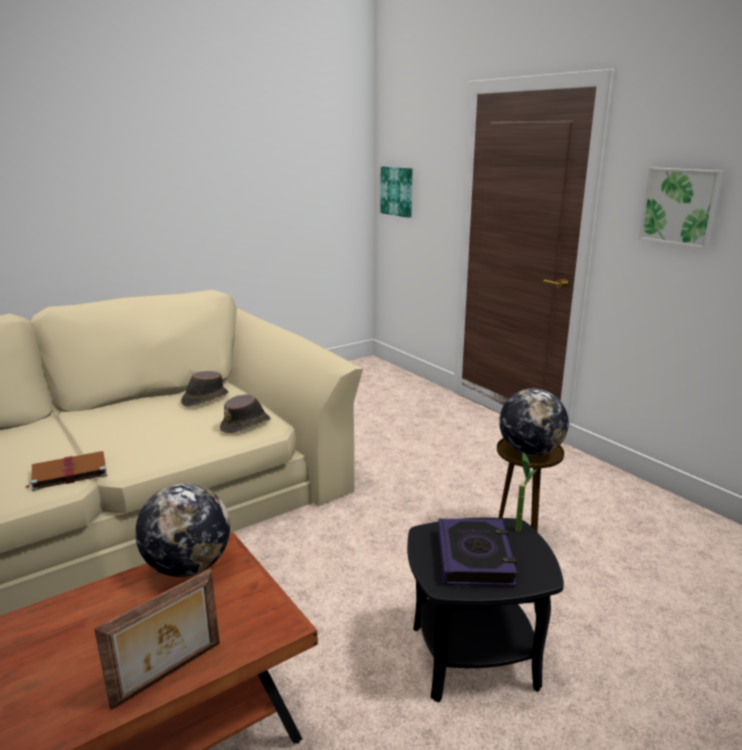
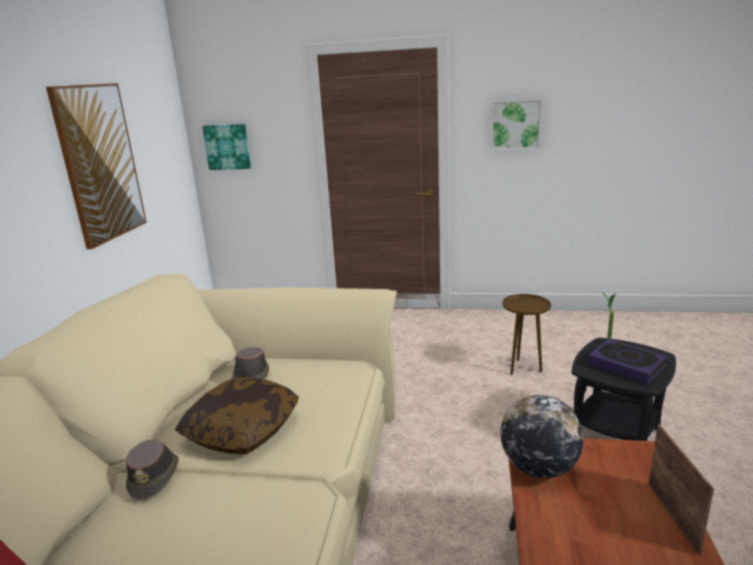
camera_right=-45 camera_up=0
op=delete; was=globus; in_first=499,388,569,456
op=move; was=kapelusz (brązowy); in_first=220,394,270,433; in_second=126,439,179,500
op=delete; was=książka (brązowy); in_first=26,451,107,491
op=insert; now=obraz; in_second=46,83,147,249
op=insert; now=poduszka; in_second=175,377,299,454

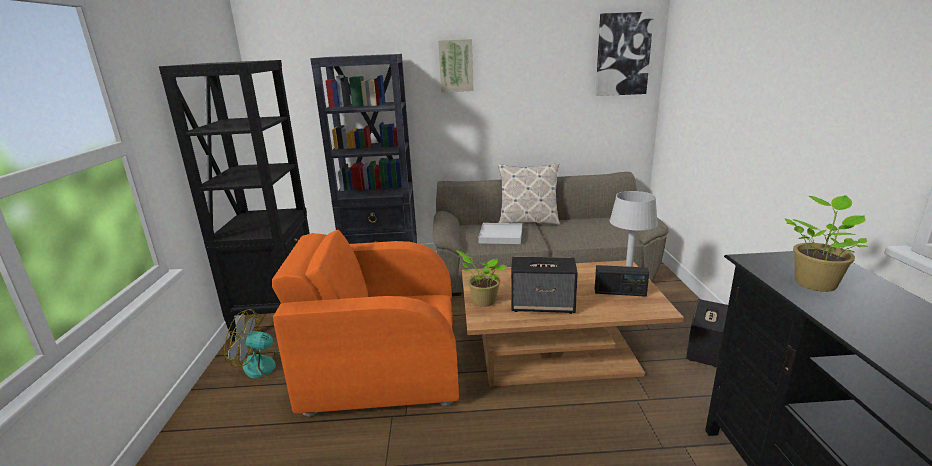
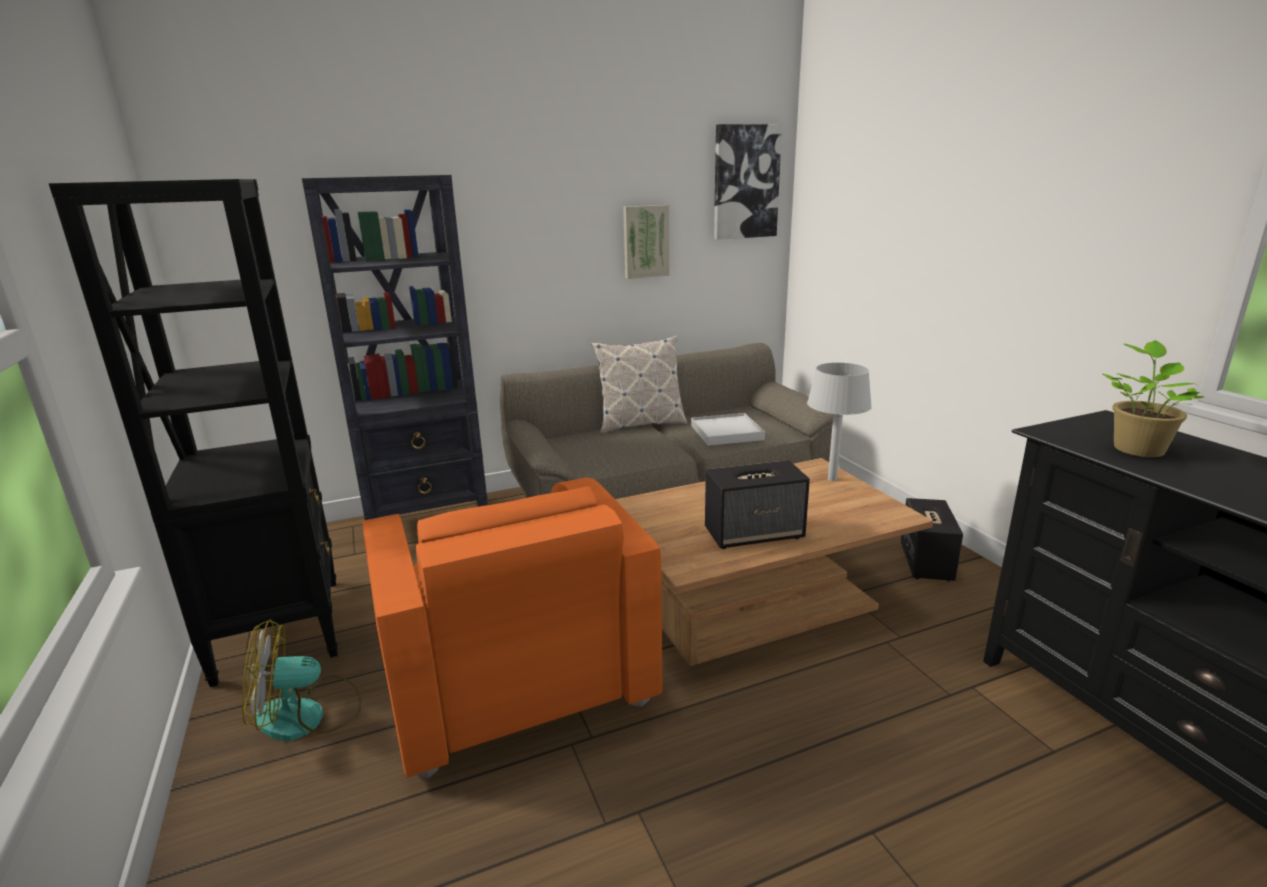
camera_right=-20 camera_up=0
op=move; was=obraz; in_first=438,39,474,92; in_second=623,205,669,279
op=move; was=taca (biały); in_first=478,223,522,244; in_second=691,413,765,446
op=rotate; was=fotel (pomarańczowy); in_first=272,230,459,417; in_second=363,477,662,778; clockwise=-90
op=delete; was=roślina doniczkowa; in_first=456,250,507,307
op=delete; was=radio; in_first=595,265,649,297

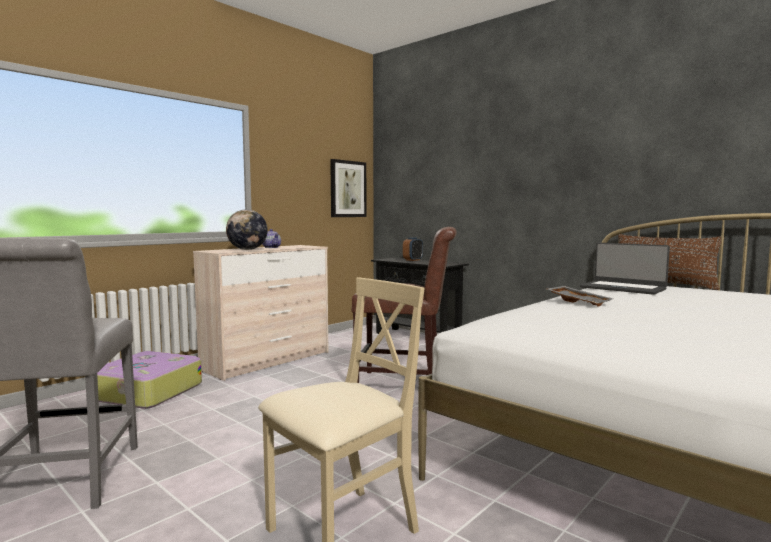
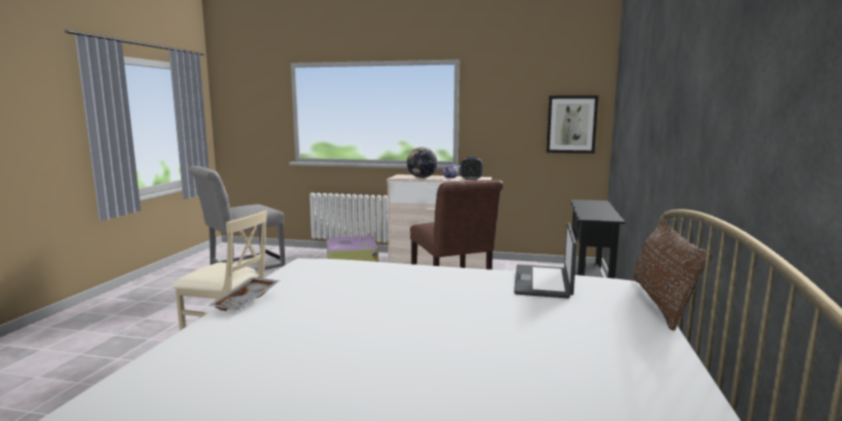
camera_right=60 camera_up=5
op=move; was=budzik; in_first=403,237,423,261; in_second=460,157,482,180
op=move; was=taca (szary); in_first=548,286,613,307; in_second=209,277,279,311

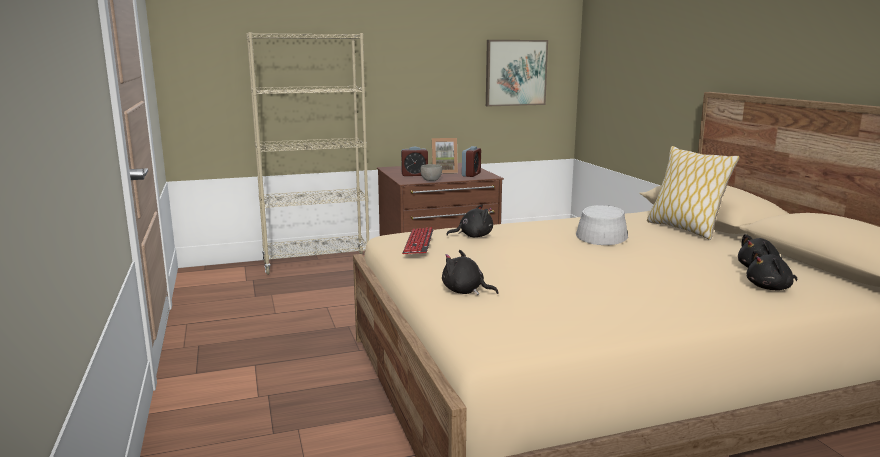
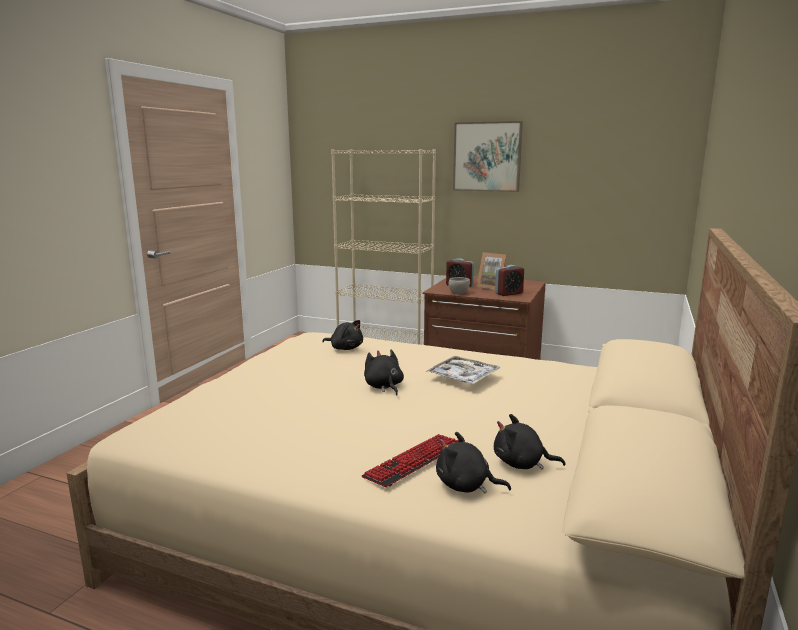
camera_right=40 camera_up=0
op=move; was=obraz; in_first=486,40,548,107; in_second=453,121,523,192
op=delete; was=poduszka; in_first=647,146,740,240
op=replace; was=kapelusz (szary); now=taca; in_first=576,205,628,245; in_second=426,356,500,384
op=move; was=klawiatura; in_first=403,227,433,254; in_second=362,434,459,487
op=move; was=pluszak (czarny); in_first=442,250,498,295; in_second=364,349,404,395

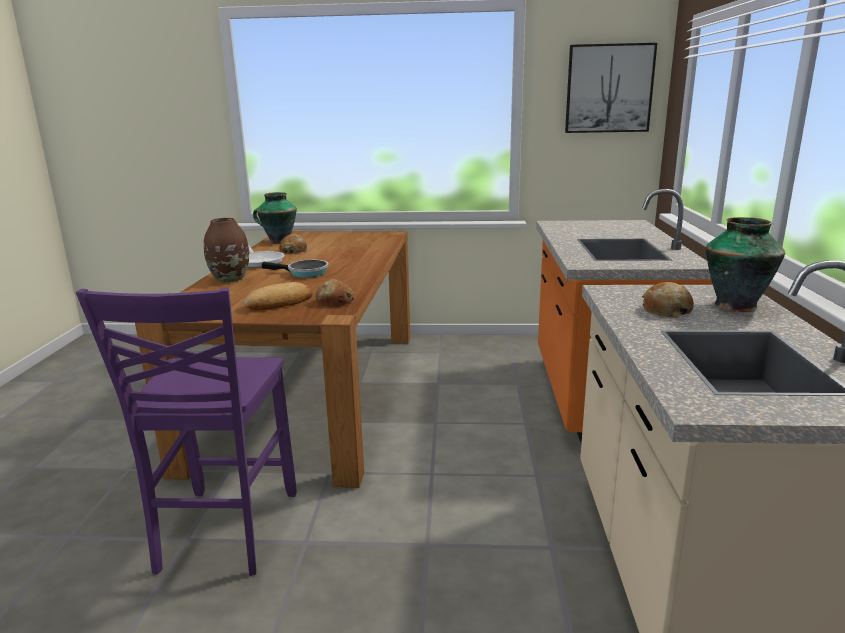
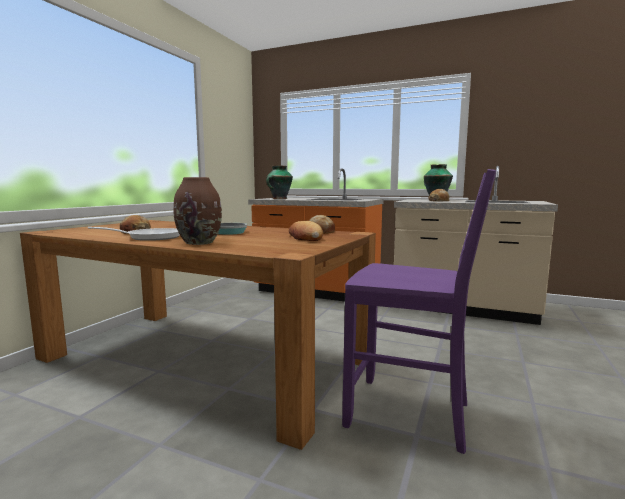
camera_right=-70 camera_up=-10
op=delete; was=obraz; in_first=565,43,657,133
op=move; was=wazon; in_first=253,192,297,244; in_second=266,166,293,199

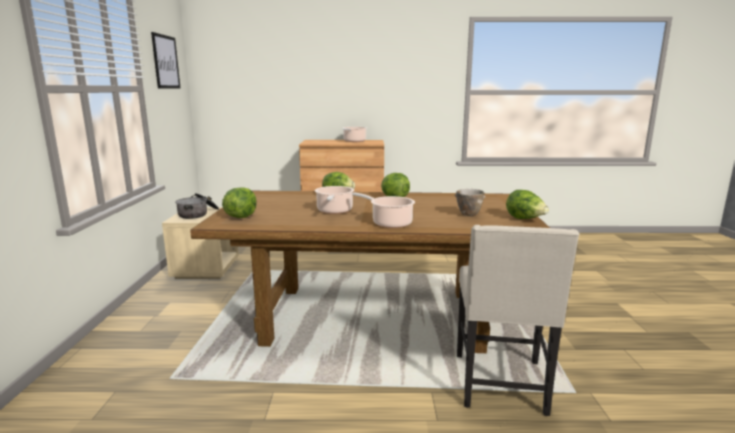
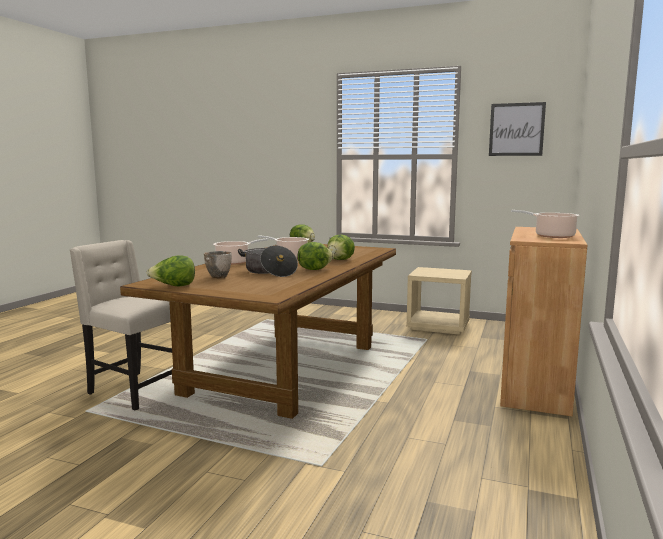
camera_right=110 camera_up=-5
op=move; was=garnek; in_first=175,193,219,219; in_second=238,245,298,277

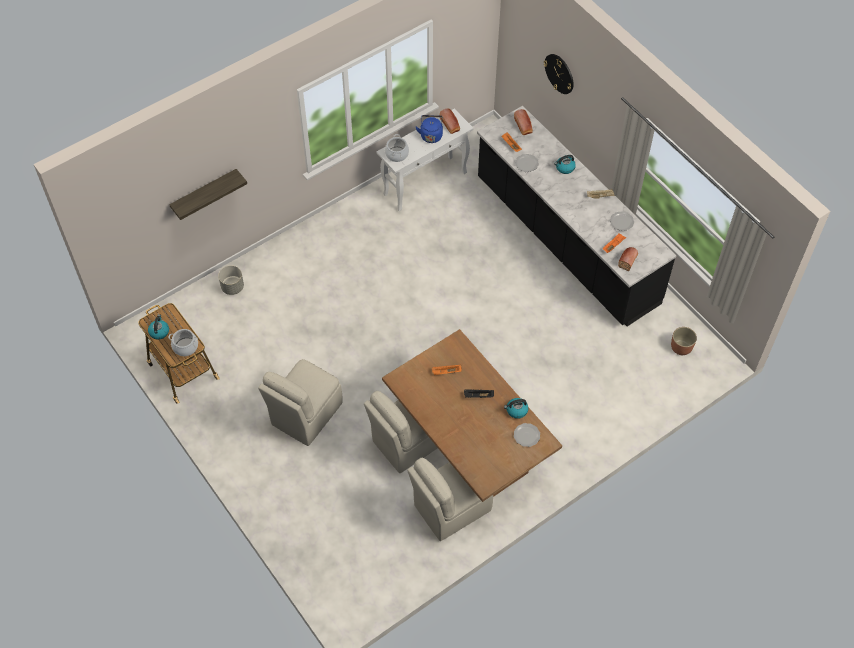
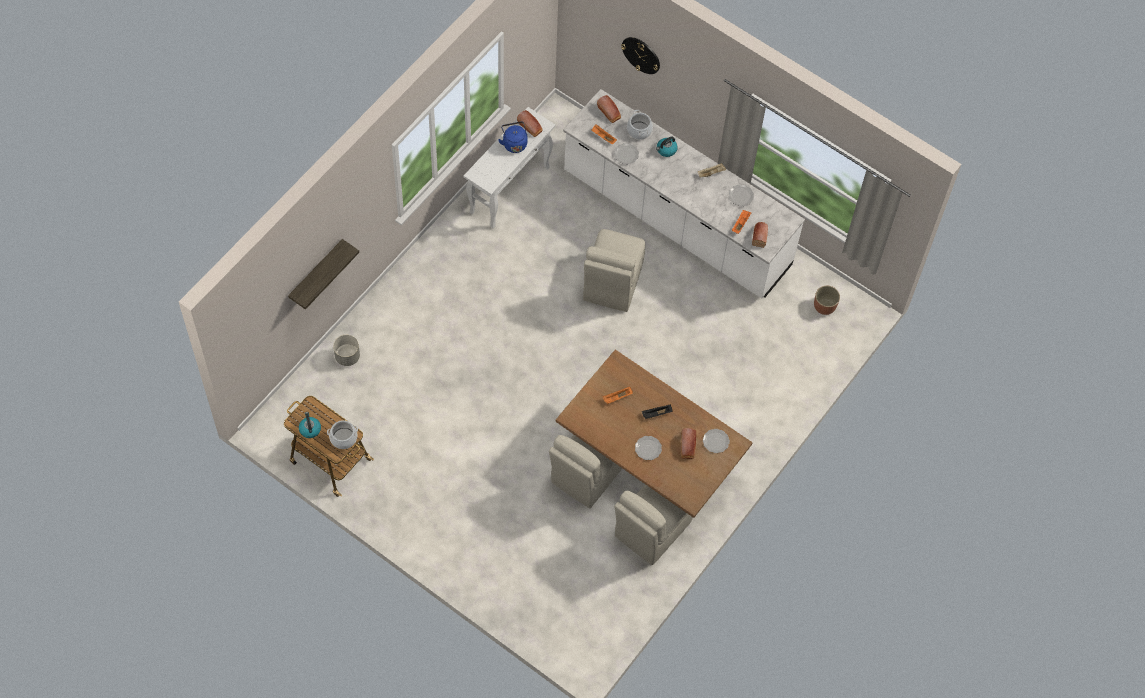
camera_right=-20 camera_up=5
op=recolor; was=zabudowa kuchenna (czarny); now=zabudowa kuchenna (biały); in_first=477,106,676,326; in_second=563,89,805,298
op=move; was=garnek; in_first=385,134,409,162; in_second=627,110,653,140
op=move; was=krzesło (beżowy); in_first=258,359,343,446; in_second=583,229,645,312
op=delete; was=czajnik; in_first=504,398,528,419
op=insert; now=chleb; in_second=681,428,696,459
op=insert; now=talerz; in_second=635,436,662,460

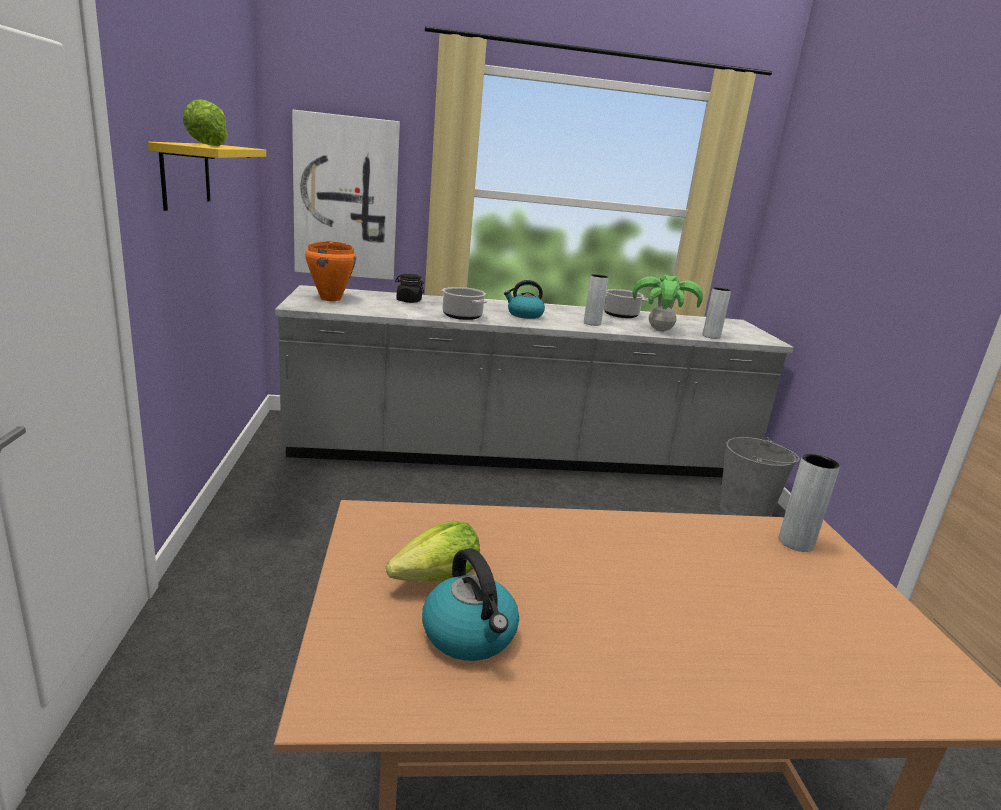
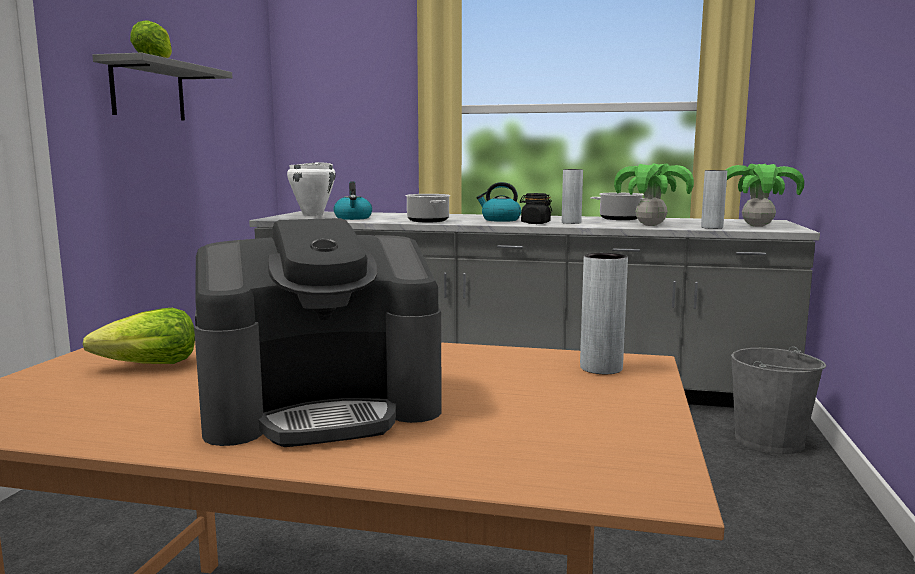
camera_right=20 camera_up=-10
op=delete; was=obraz; in_first=292,110,400,280
op=recolor; was=półka (żółty); now=półka (szary); in_first=148,142,266,211; in_second=92,53,232,121
op=recolor; was=garnek (pomarańczowy); now=garnek (biały); in_first=305,241,356,301; in_second=287,162,336,217
op=move; was=słoik (czarny); in_first=395,274,424,303; in_second=520,193,552,224
op=move; was=czajnik; in_first=422,548,519,661; in_second=334,181,372,220
op=insert; now=roślina doniczkowa; in_second=726,164,804,227
op=insert; now=ekspres do kawy; in_second=194,218,442,447

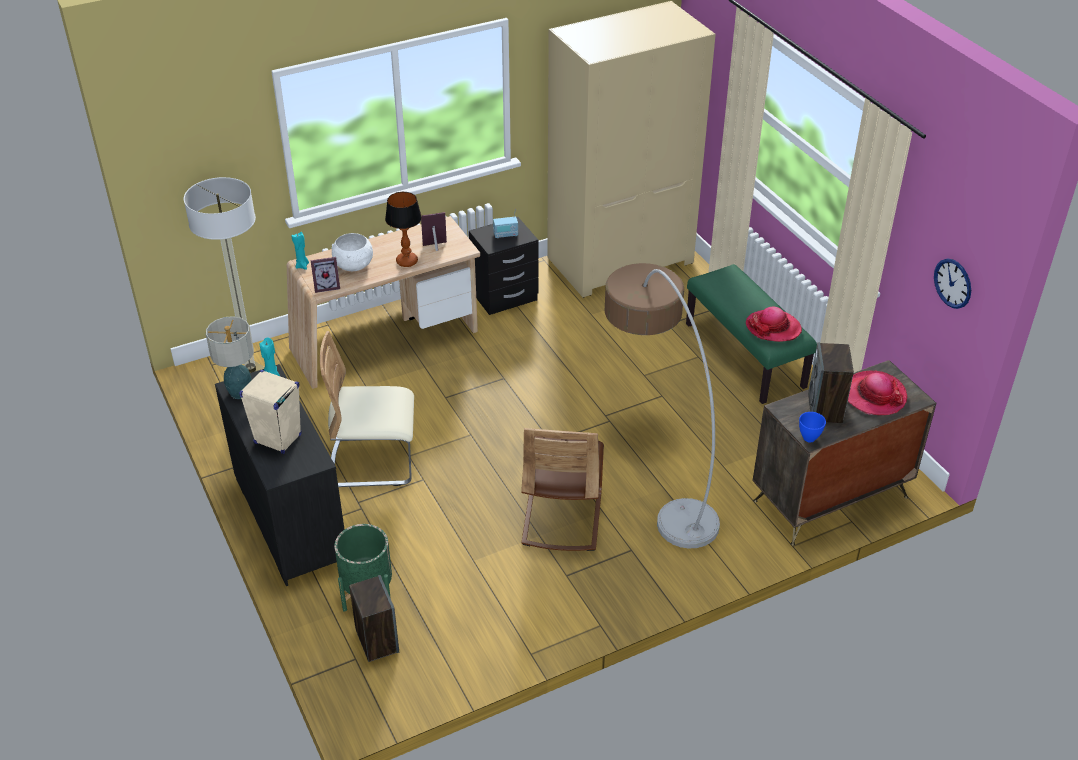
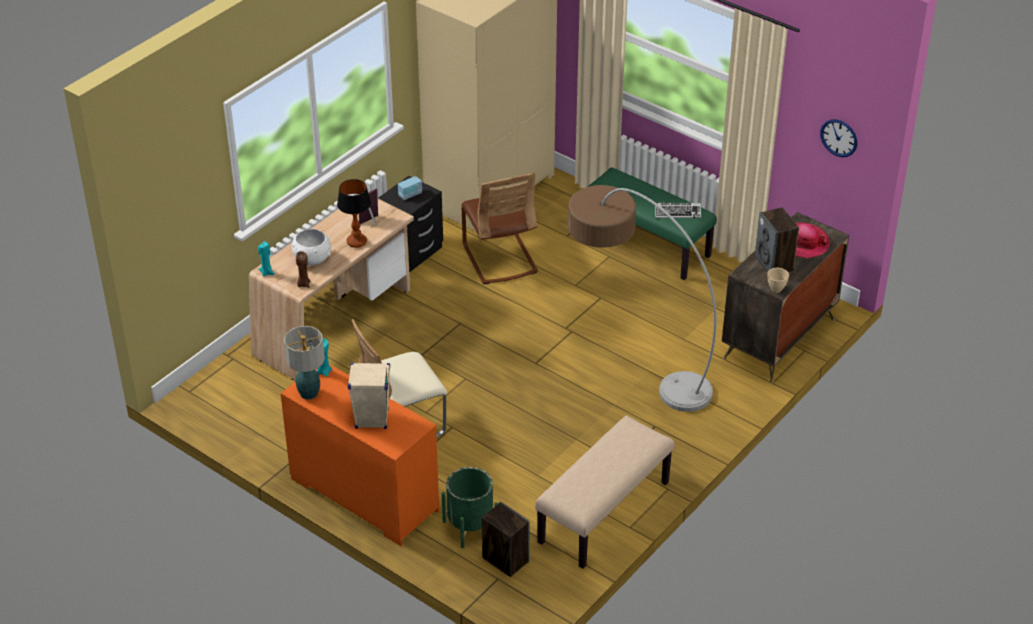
camera_right=-25 camera_up=0
op=delete; was=lampa stojąca; in_first=184,177,265,373
op=replace; was=ramka na zdjęcie; now=świeca (brązowy); in_first=310,257,340,293; in_second=296,251,310,288
op=replace; was=kapelusz; now=klawiatura; in_first=746,307,802,342; in_second=655,203,701,218
op=recolor; was=komoda (czarny); now=komoda (pomarańczowy); in_first=215,364,345,586; in_second=280,364,440,546
op=recolor; was=miska (niebieski); now=miska (beżowy); in_first=799,412,826,443; in_second=767,268,789,293
op=move; was=krzesło (brązowy); in_first=521,428,604,551; in_second=461,173,538,284
op=insert; now=ławka (beżowy); in_second=535,415,675,569

